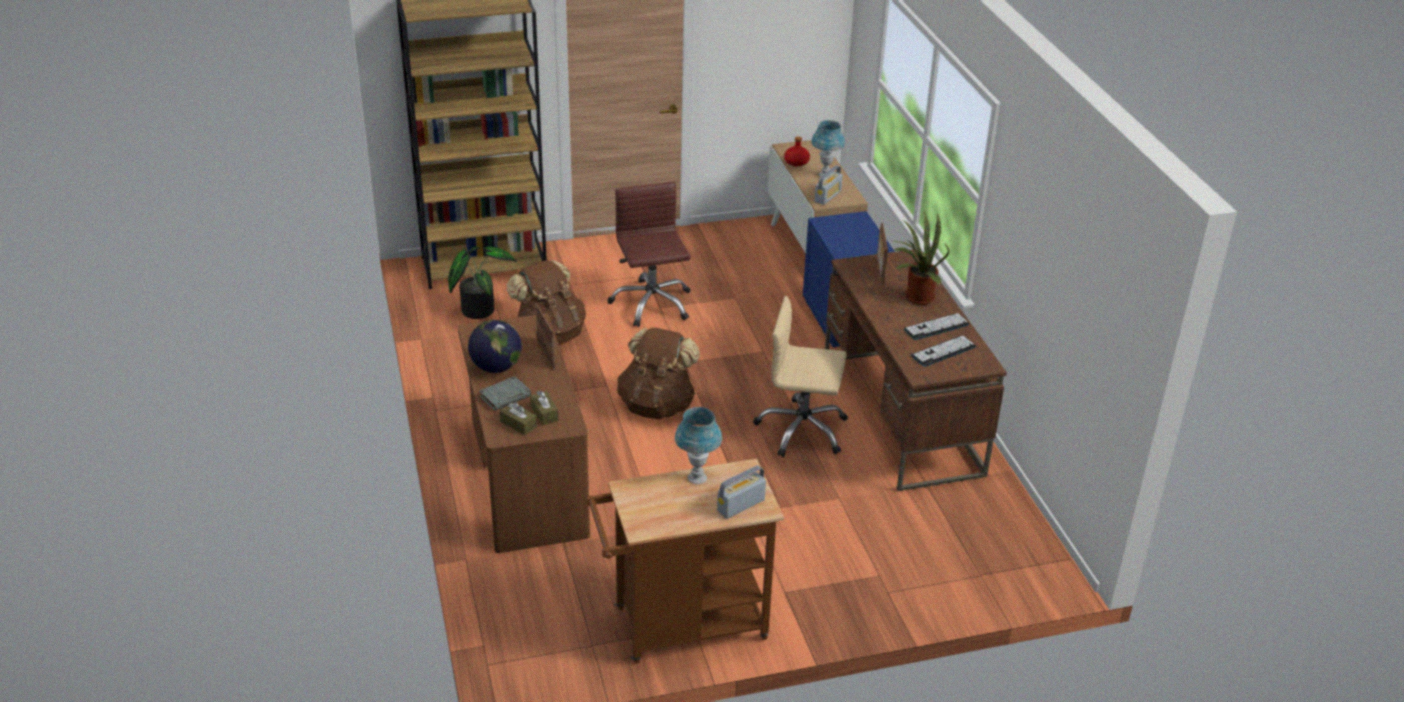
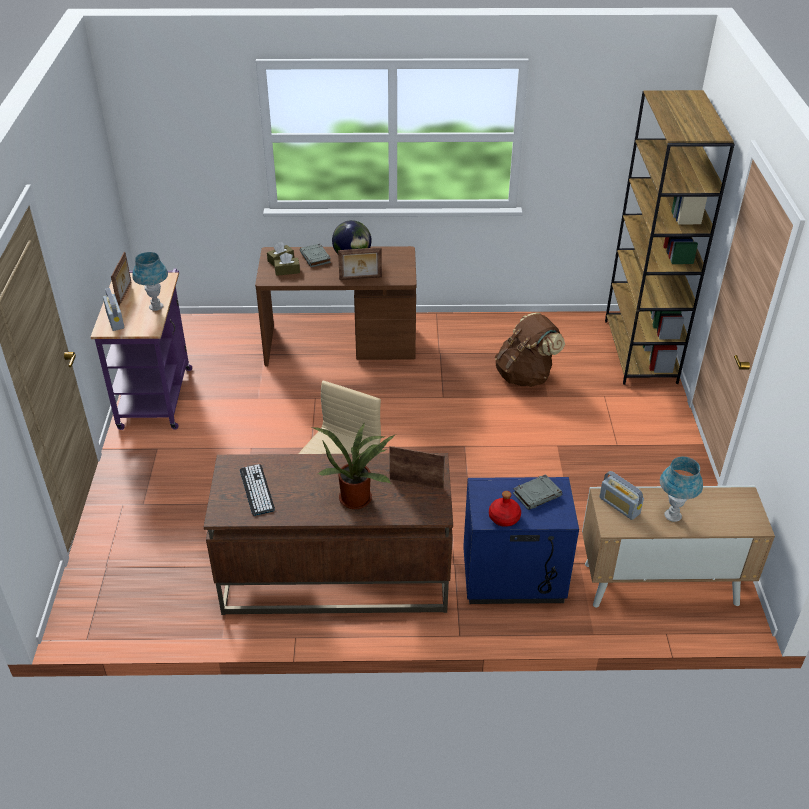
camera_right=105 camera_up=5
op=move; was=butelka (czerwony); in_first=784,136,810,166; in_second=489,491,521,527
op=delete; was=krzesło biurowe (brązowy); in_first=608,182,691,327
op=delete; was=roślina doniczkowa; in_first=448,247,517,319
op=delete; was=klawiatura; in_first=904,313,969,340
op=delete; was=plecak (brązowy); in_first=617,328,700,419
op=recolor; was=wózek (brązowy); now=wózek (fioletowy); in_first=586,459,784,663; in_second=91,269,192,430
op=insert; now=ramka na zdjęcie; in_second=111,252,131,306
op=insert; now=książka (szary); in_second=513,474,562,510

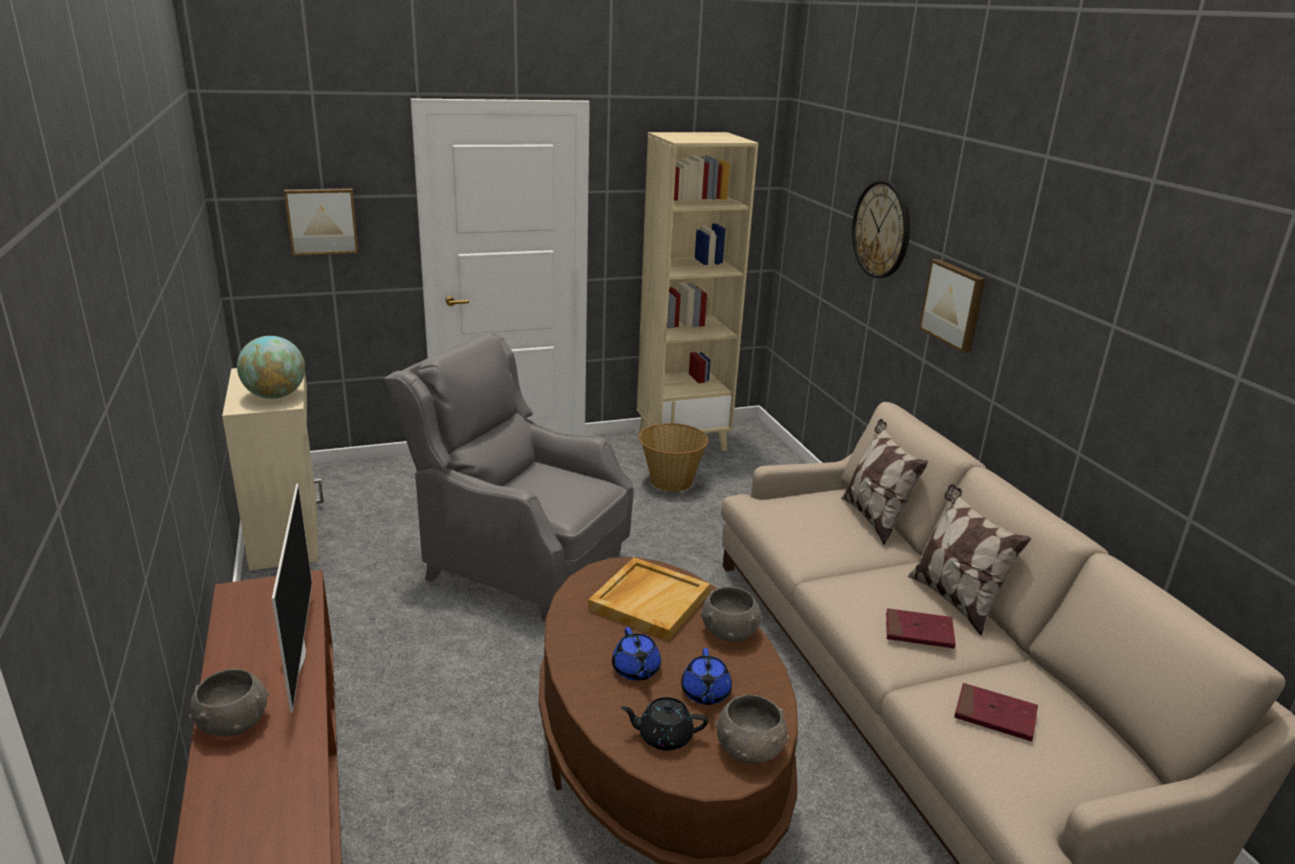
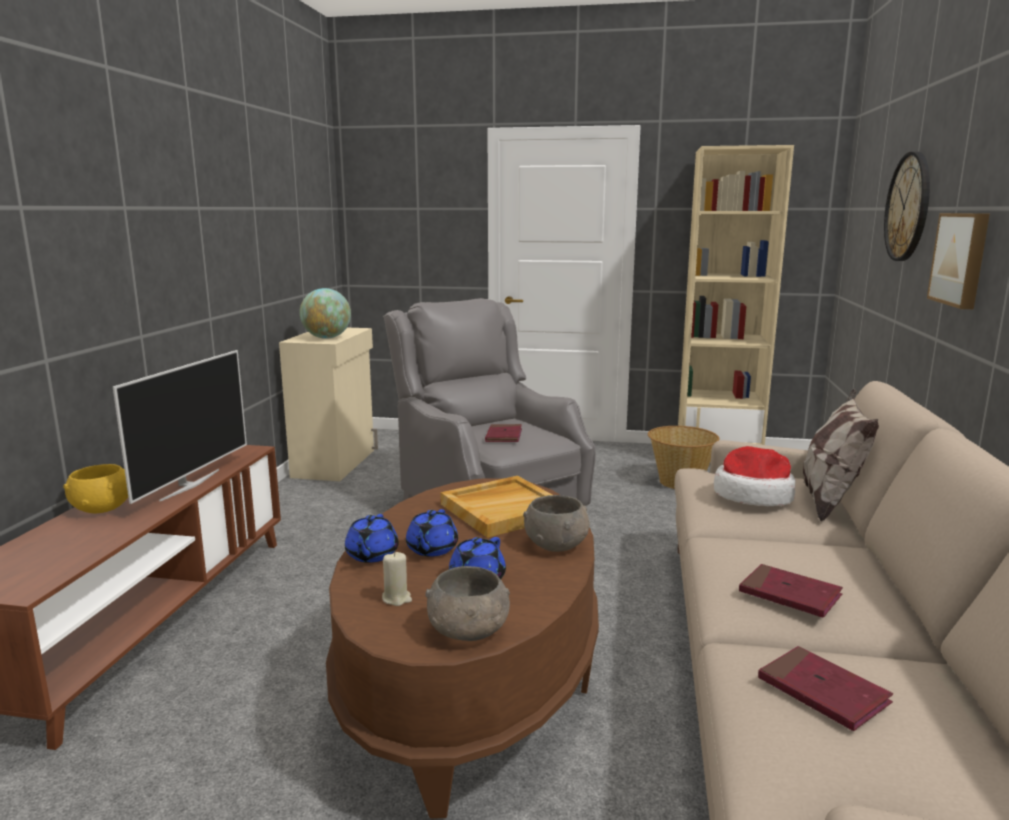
camera_right=30 camera_up=-10
op=delete; was=obraz; in_first=284,188,359,256
op=delete; was=poduszka; in_first=908,484,1031,636
op=recolor; was=miska (szary); now=miska (żółty); in_first=189,669,269,736; in_second=63,464,128,513
op=replace; was=imbryk (czarny); now=świeca (beżowy); in_first=621,697,708,751; in_second=382,552,412,606
op=insert; now=książka (czerwony); in_second=485,424,522,442
op=insert; now=kapelusz; in_second=714,446,796,506
op=insert; now=imbryk (niebieski); in_second=345,514,399,563

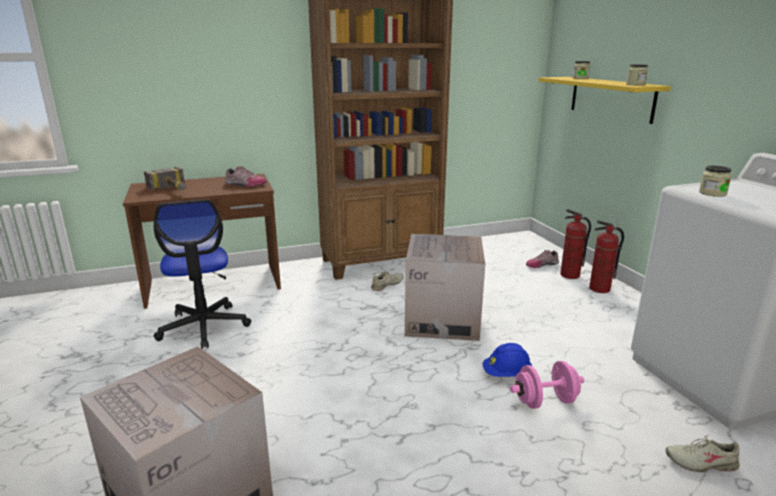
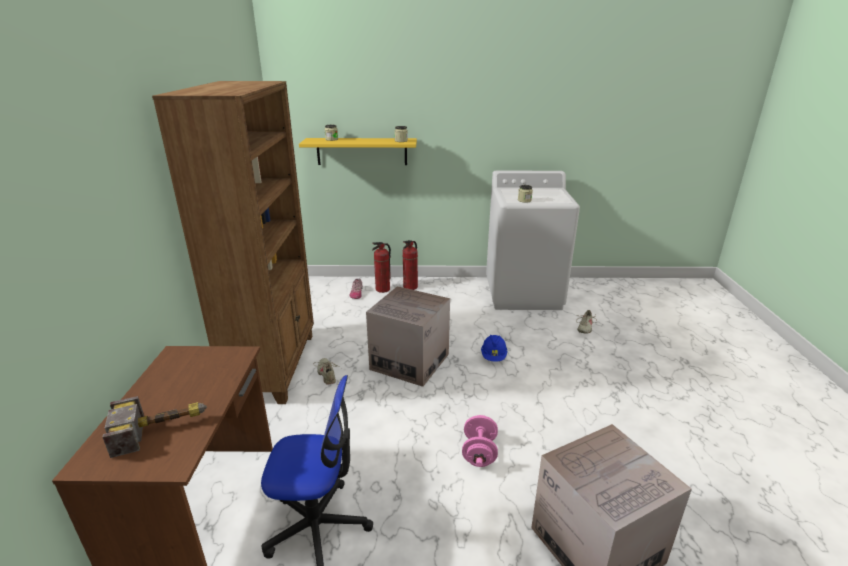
camera_right=-70 camera_up=5
op=delete; was=but; in_first=225,166,267,187
op=move; was=hantel (różowy); in_first=510,361,584,409; in_second=462,415,498,467

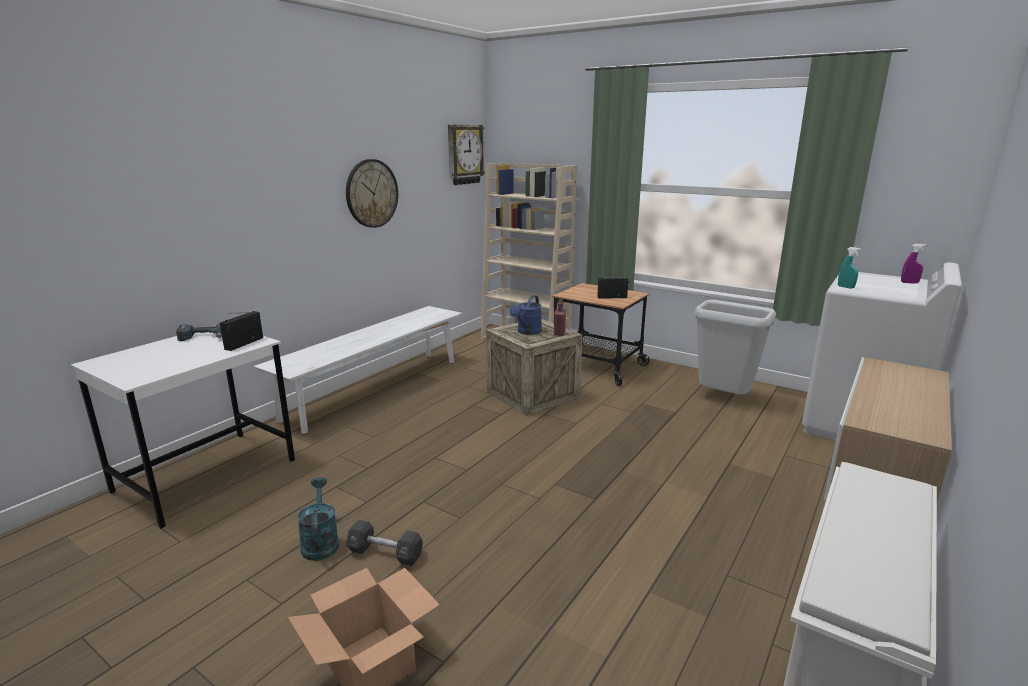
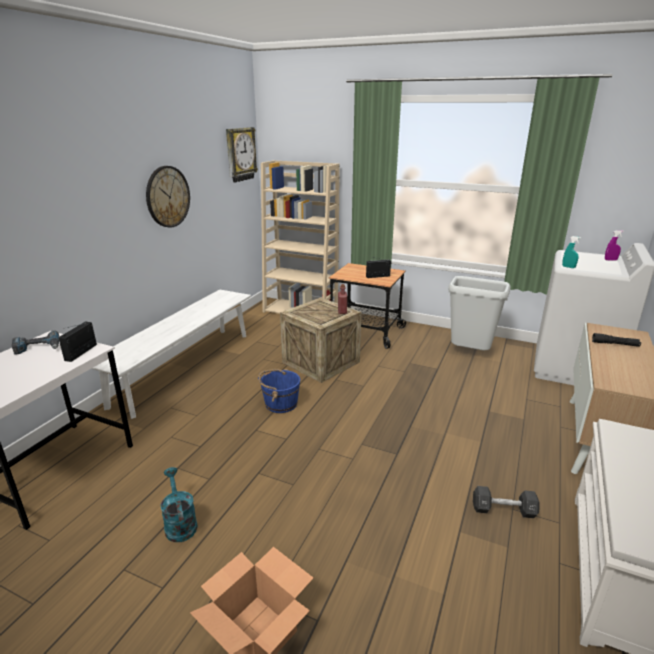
camera_right=-10 camera_up=5
op=delete; was=konewka (niebieski); in_first=510,295,542,335
op=move; was=hantel (czarny); in_first=346,519,423,566; in_second=473,486,540,518
op=insert; now=latarka (czarny); in_second=592,333,641,347
op=insert; now=wiadro (niebieski); in_second=258,369,300,413

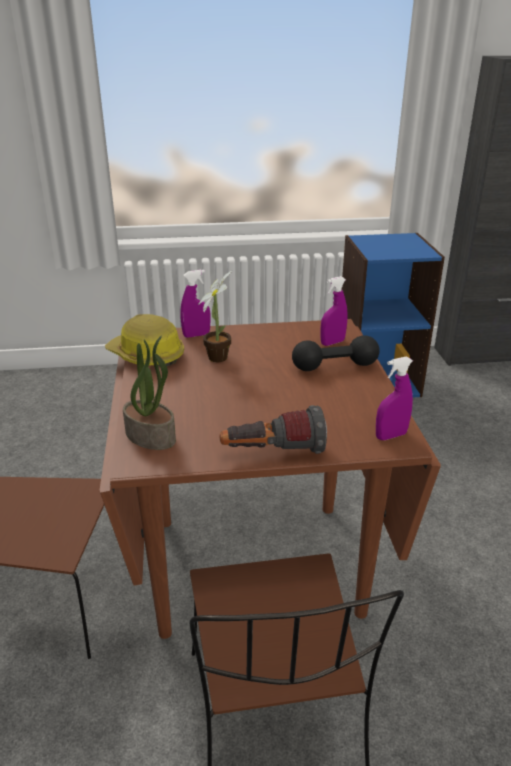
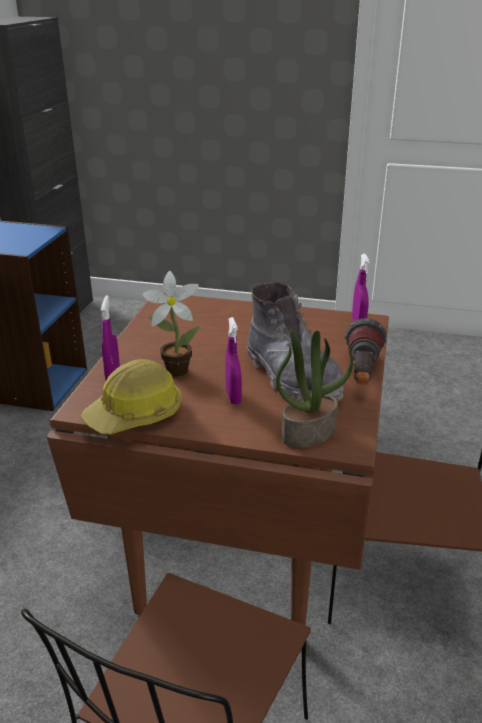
camera_right=-70 camera_up=0
op=move; was=spryskiwacz (fioletowy); in_first=320,276,347,346; in_second=225,317,242,404
op=delete; was=hantel (czarny); in_first=292,335,380,371
op=insert; now=but z cholewką (szary); in_second=247,282,344,401

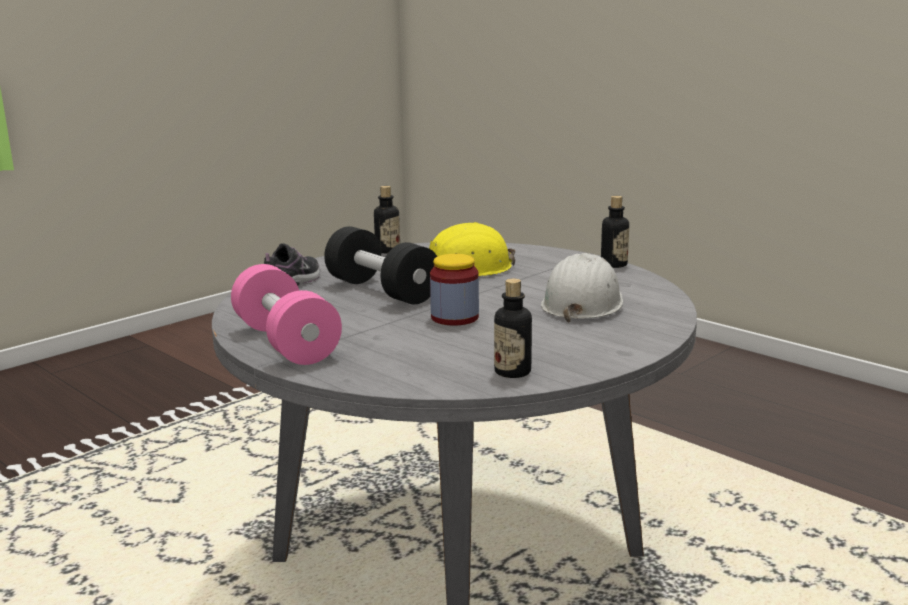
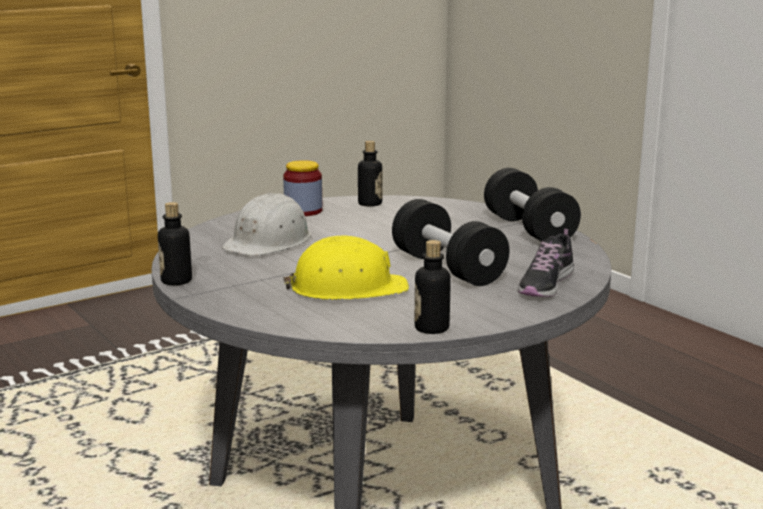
camera_right=-170 camera_up=0
op=move; was=słoik; in_first=430,254,479,326; in_second=283,160,322,216
op=recolor; was=hantel (różowy); now=hantel (czarny); in_first=231,264,342,365; in_second=484,168,581,242

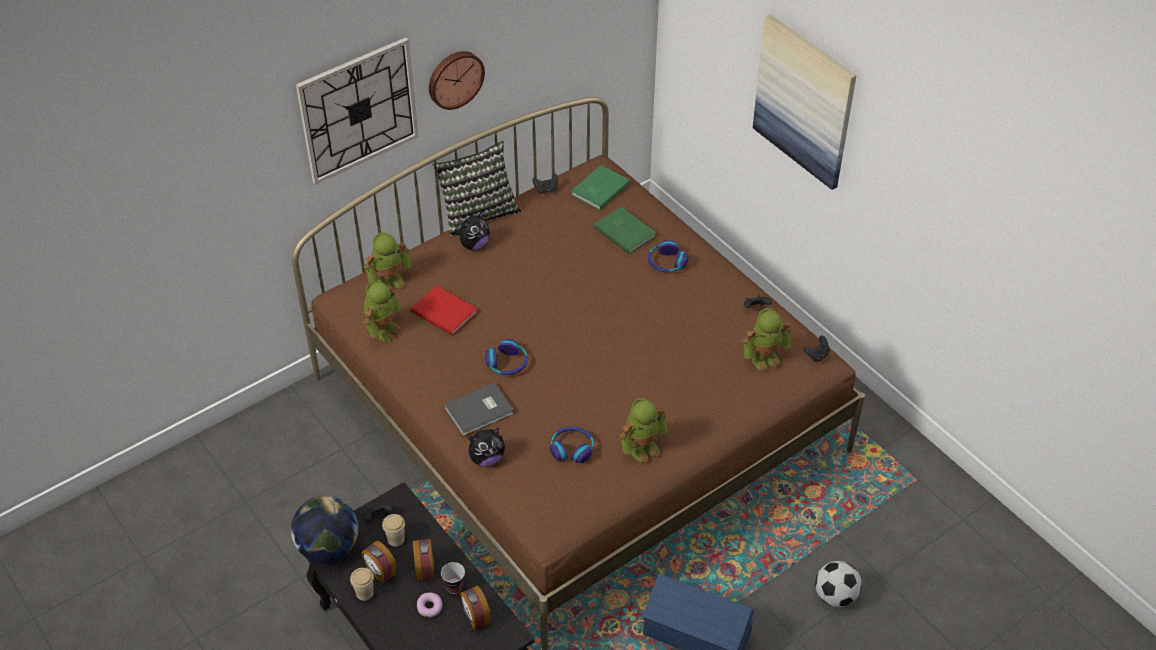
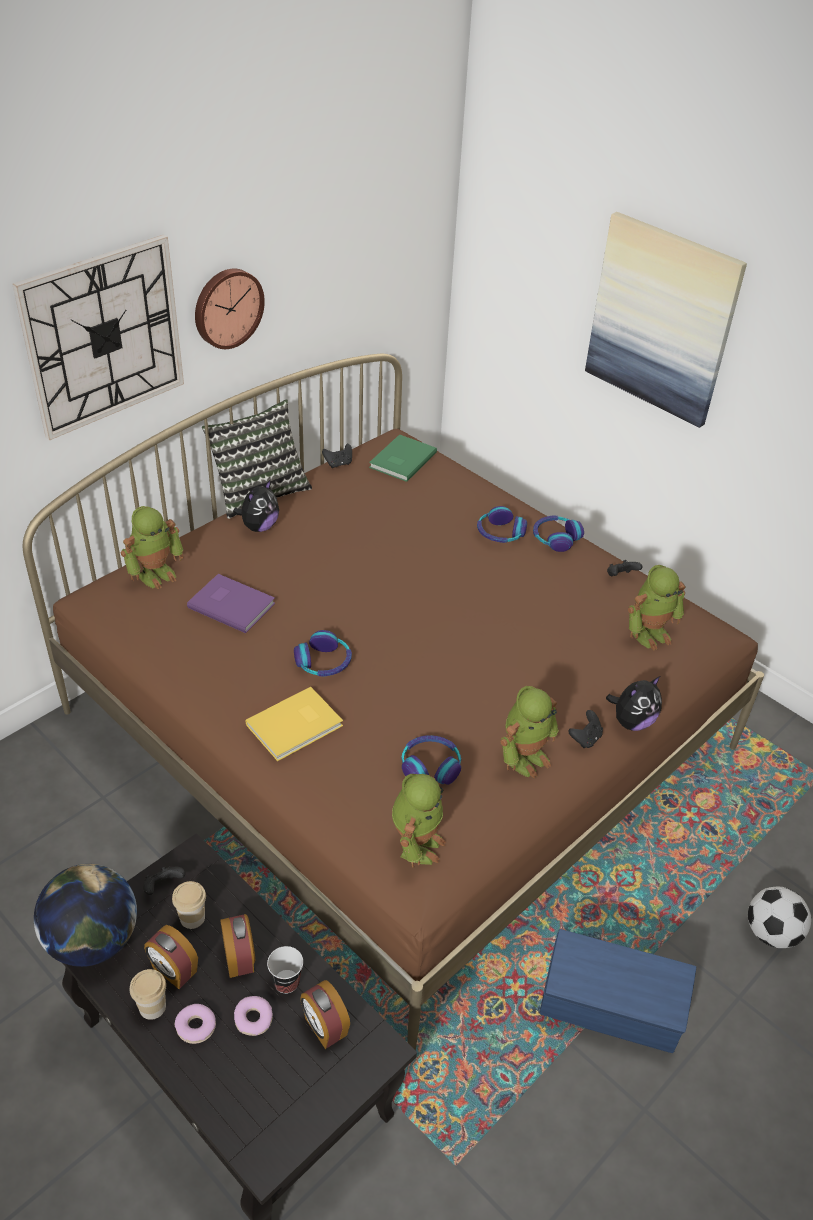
camera_right=-10 camera_up=-5
op=delete; was=książka (zielony); in_first=594,207,656,254
op=move; was=robot zabawkowy; in_first=364,282,402,342; in_second=392,774,446,868
op=recolor; was=książka (czerwony); now=książka (fioletowy); in_first=411,286,478,336; in_second=187,574,275,633
op=move; was=pad do gier (czarny); in_first=804,335,830,362; in_second=569,710,603,748
op=recolor; was=książka (szary); now=książka (żółty); in_first=444,382,514,436; in_second=245,687,343,761
op=move; was=pluszak; in_first=468,427,505,466; in_second=606,676,662,731
op=insert; now=słuchawki; in_second=533,515,584,552
op=insert; now=donut; in_second=175,1004,216,1044

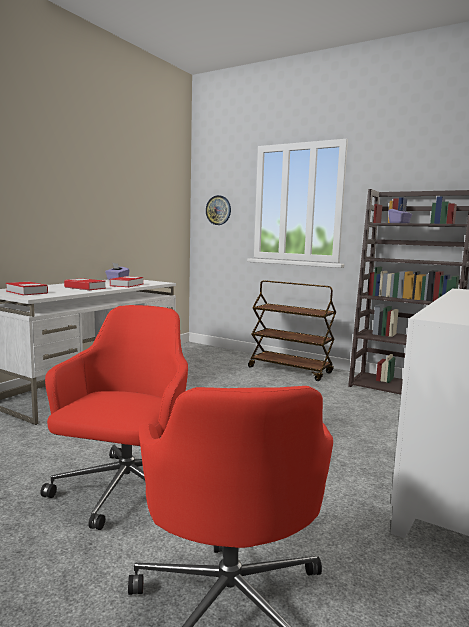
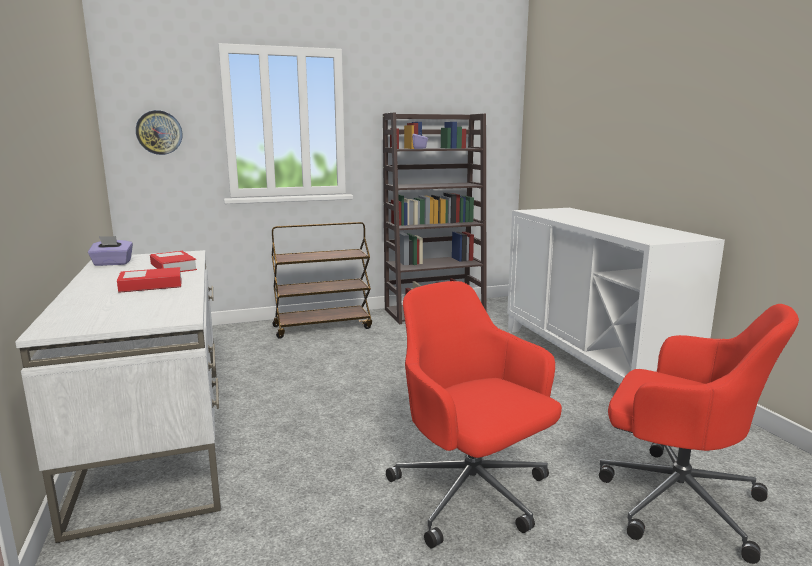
camera_right=-50 camera_up=5
op=delete; was=książka; in_first=6,282,48,295

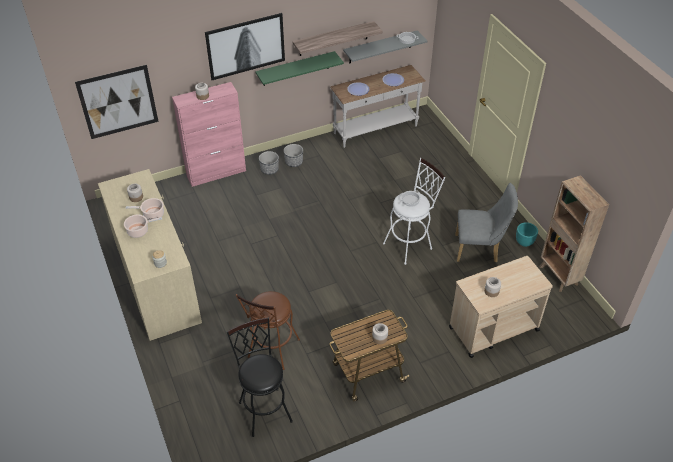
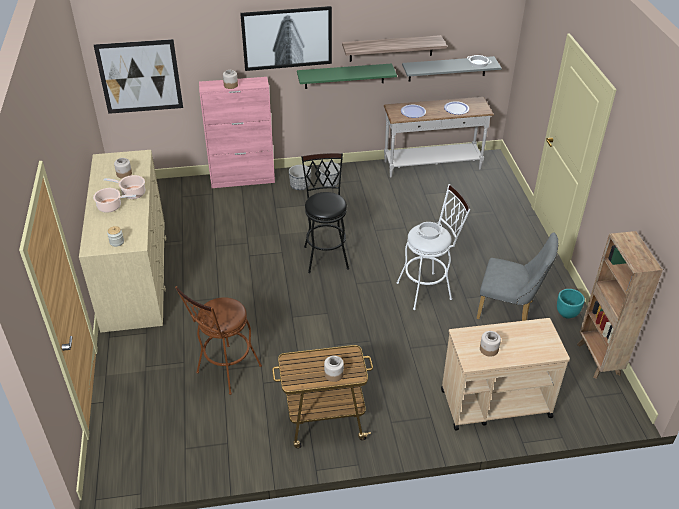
camera_right=15 camera_up=-5
op=move; was=stołek (czarny); in_first=226,317,293,437; in_second=301,153,349,273

